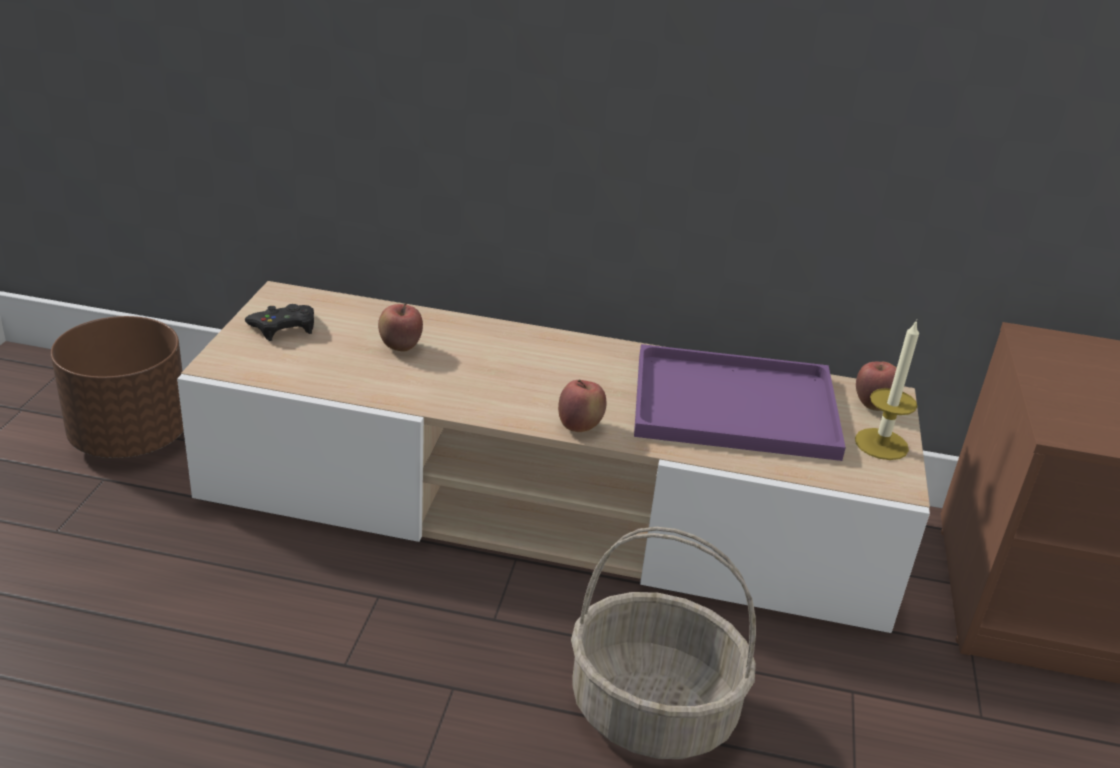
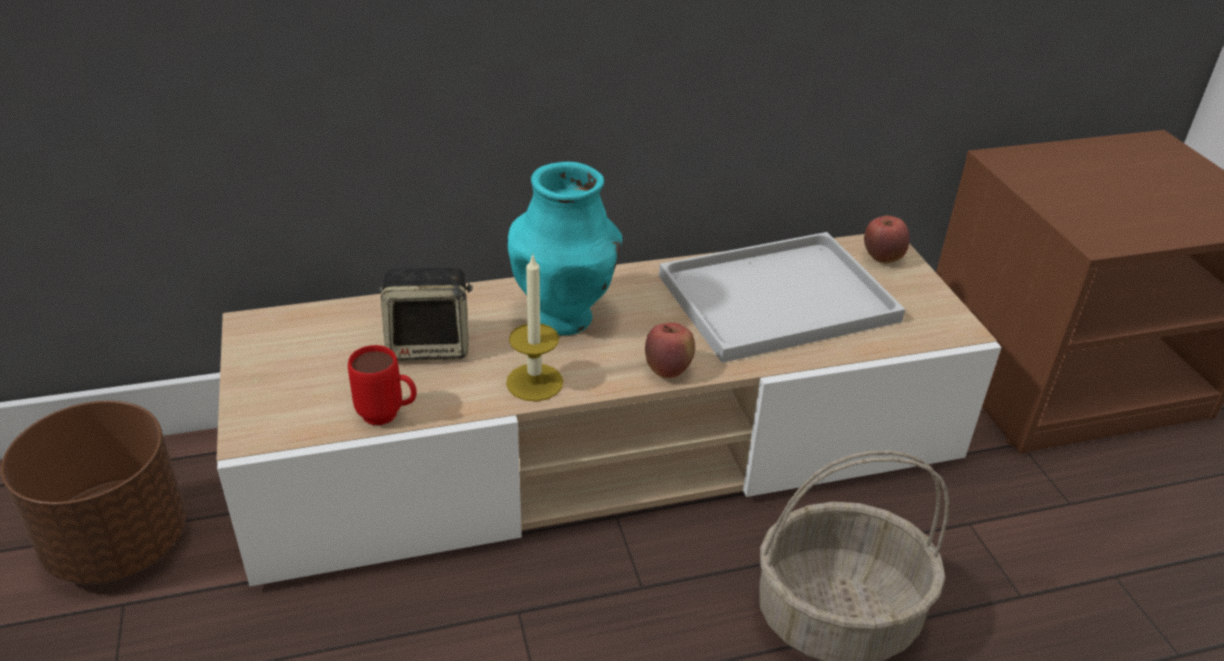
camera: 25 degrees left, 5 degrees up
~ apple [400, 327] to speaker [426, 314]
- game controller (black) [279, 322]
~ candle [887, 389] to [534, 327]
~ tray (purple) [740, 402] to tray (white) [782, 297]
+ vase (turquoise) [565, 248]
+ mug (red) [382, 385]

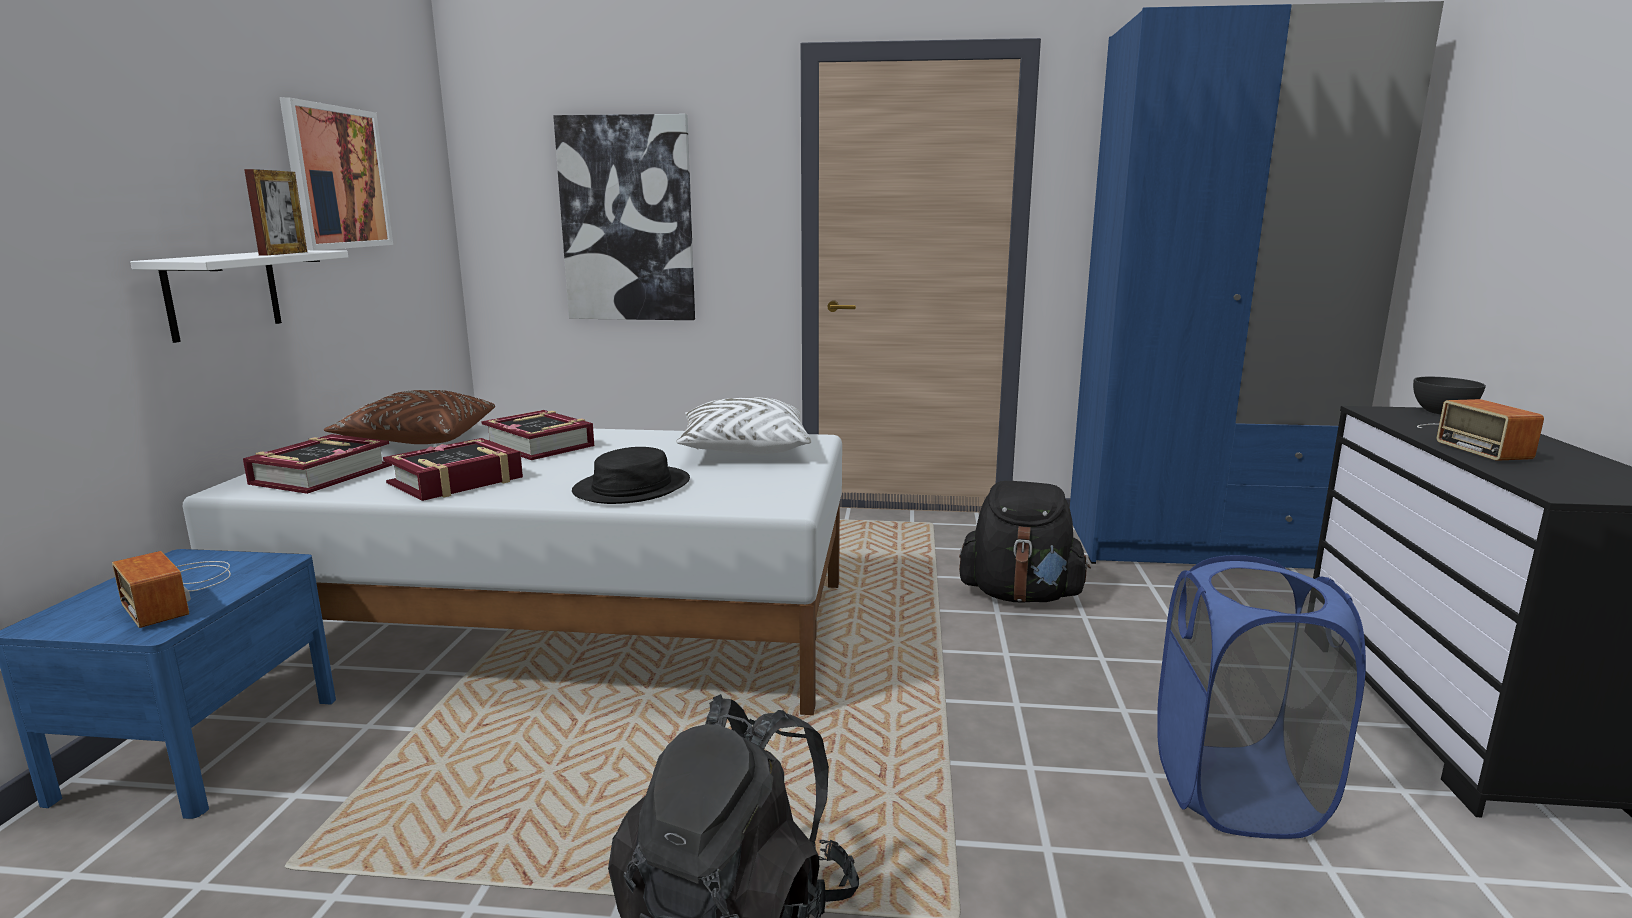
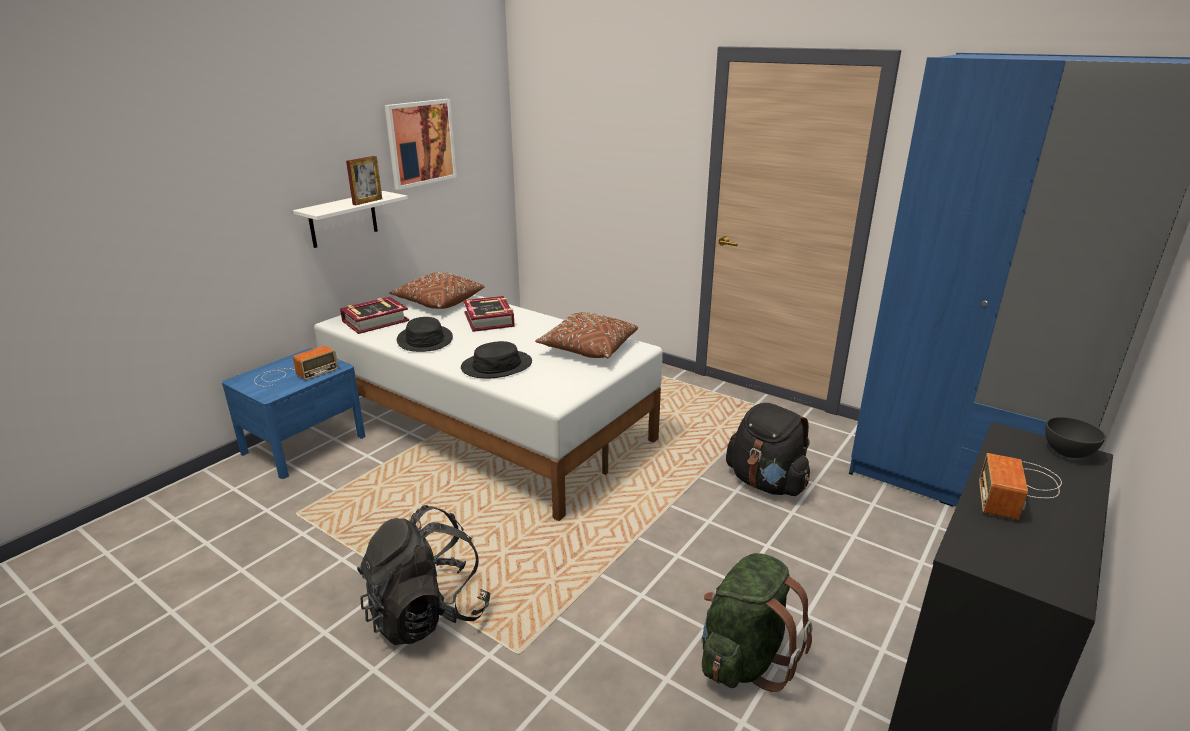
camera: 30 degrees right, 10 degrees up
- picture [624, 217]
~ pillow (white) [743, 425] to pillow (brown) [586, 335]
~ book [453, 469] to hat (black) [425, 334]
~ radio [171, 589] = [296, 366] 120 degrees counterclockwise
~ laundry basket (blue) [1261, 697] to backpack (green) [756, 622]

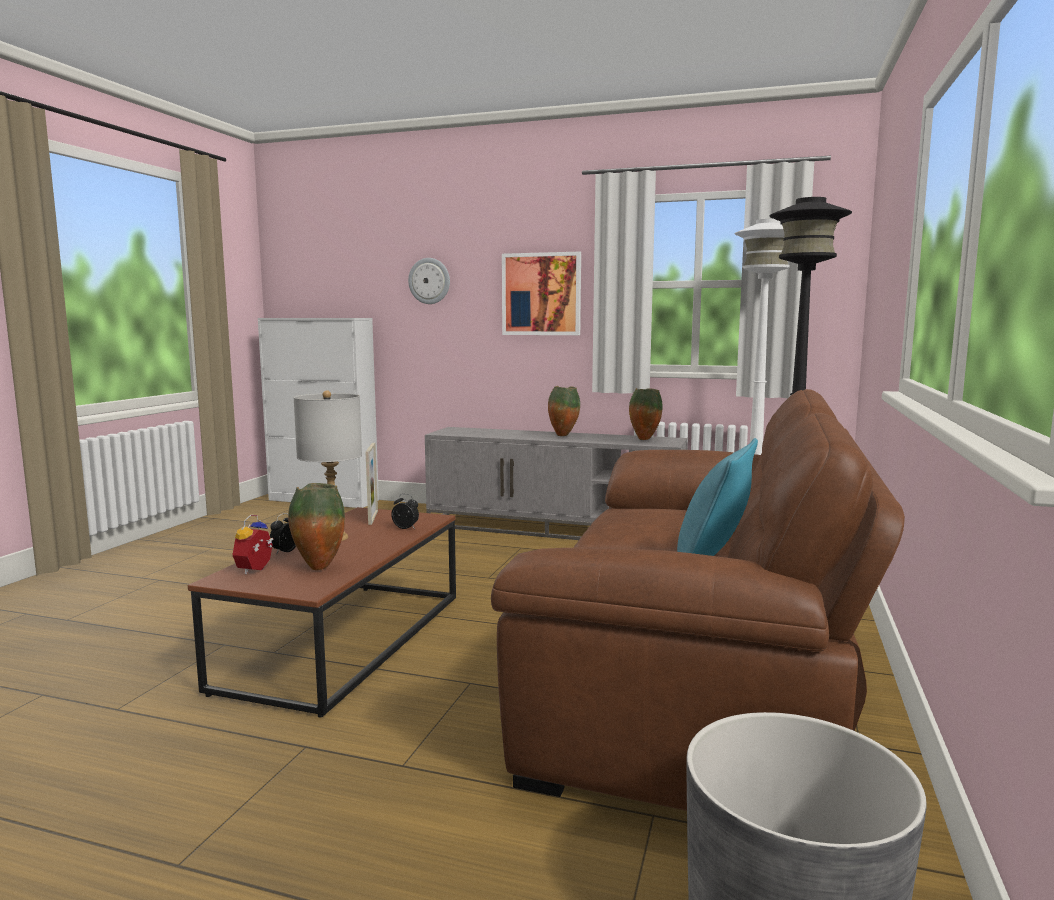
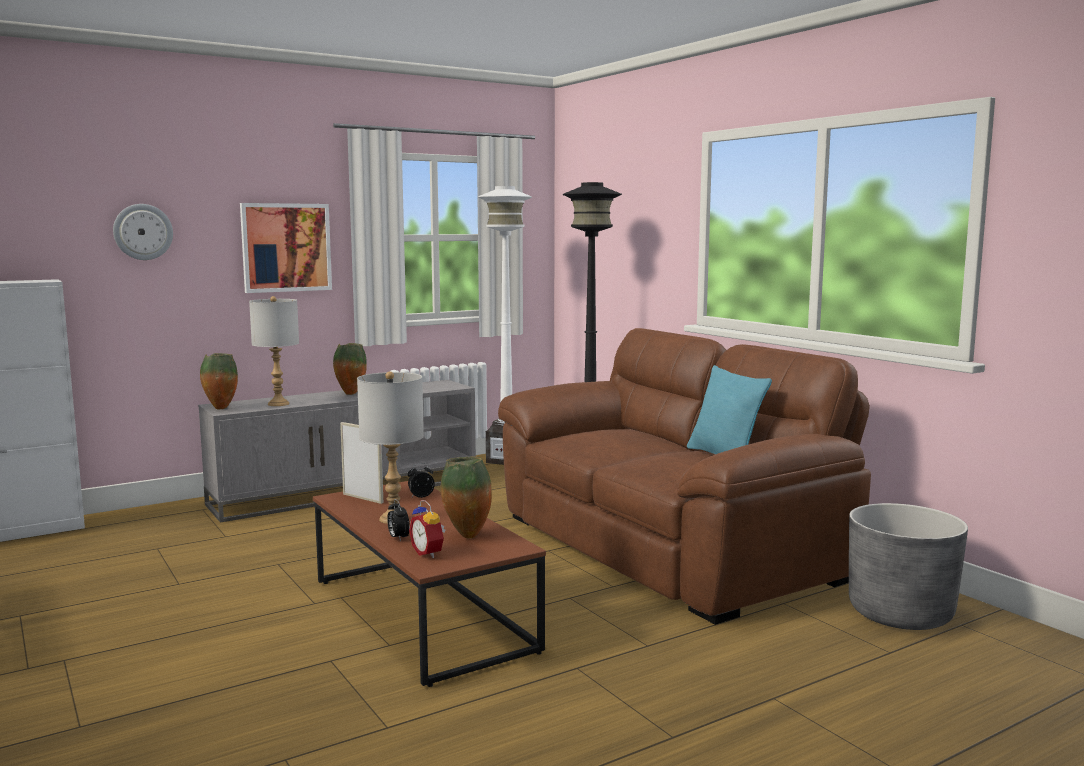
camera: 50 degrees left, 0 degrees up
~ vase [646, 414] to [219, 381]
+ table lamp (grey) [274, 351]

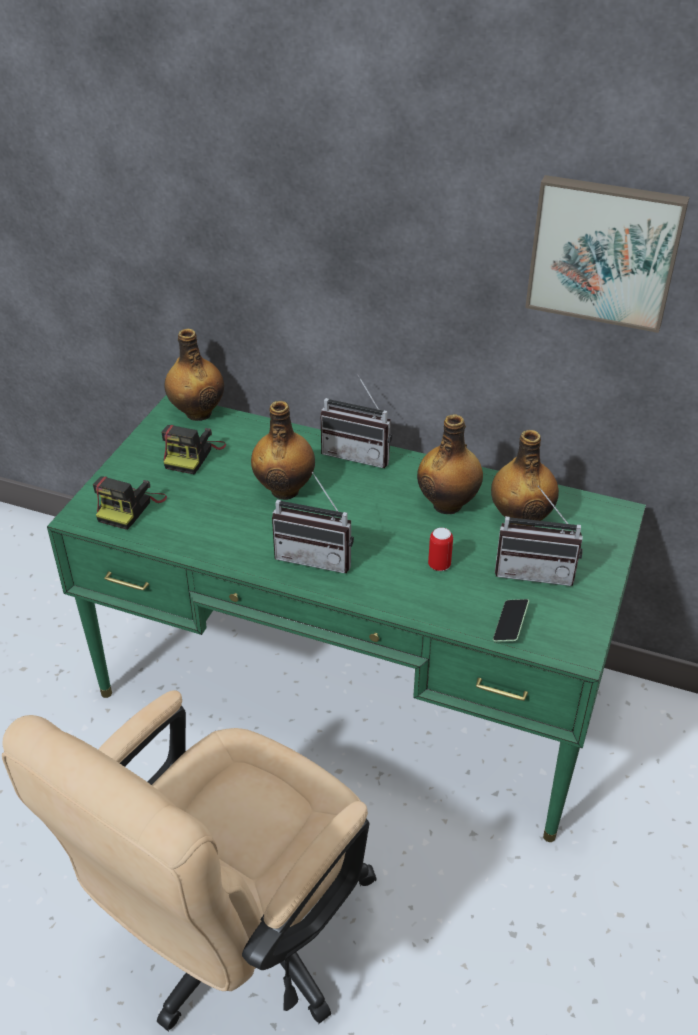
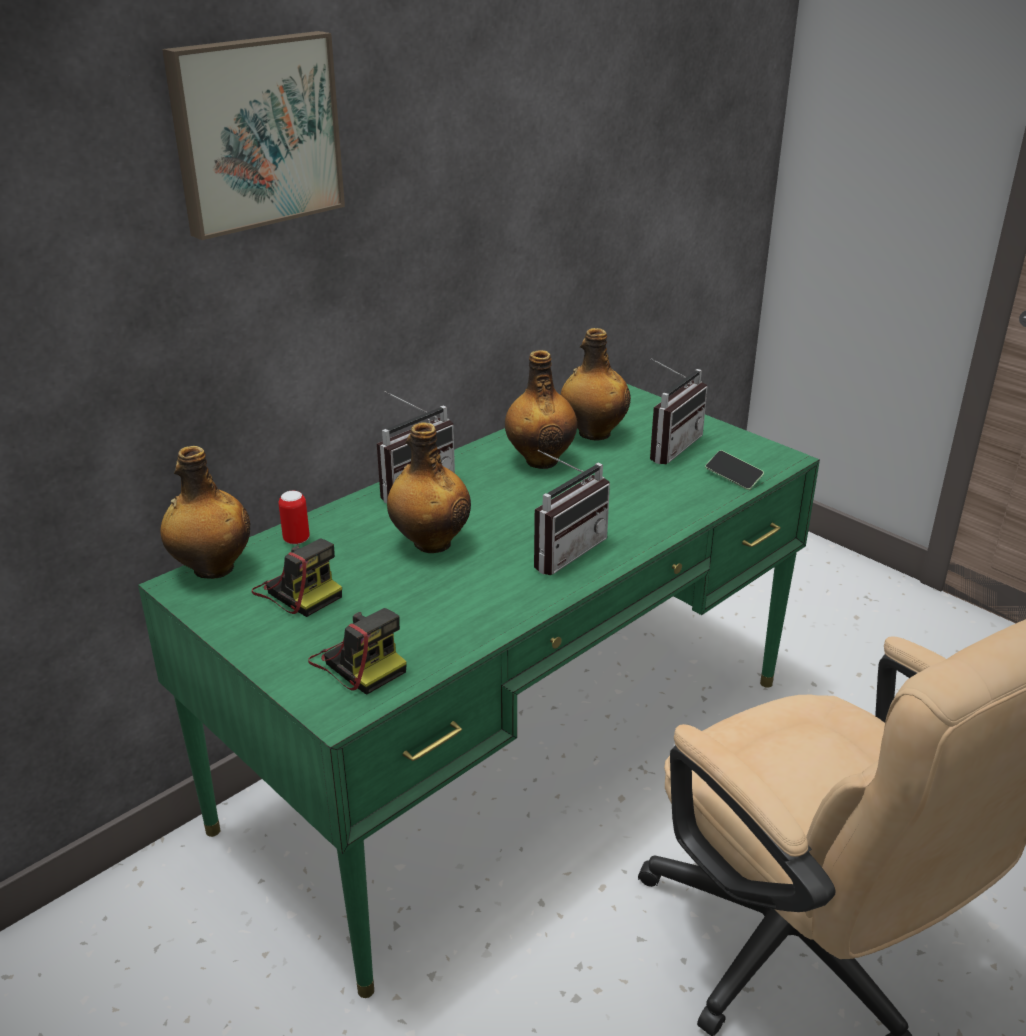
camera: 65 degrees left, 10 degrees down
~ picture [607, 254] to [253, 135]
~ can [440, 549] to [294, 518]

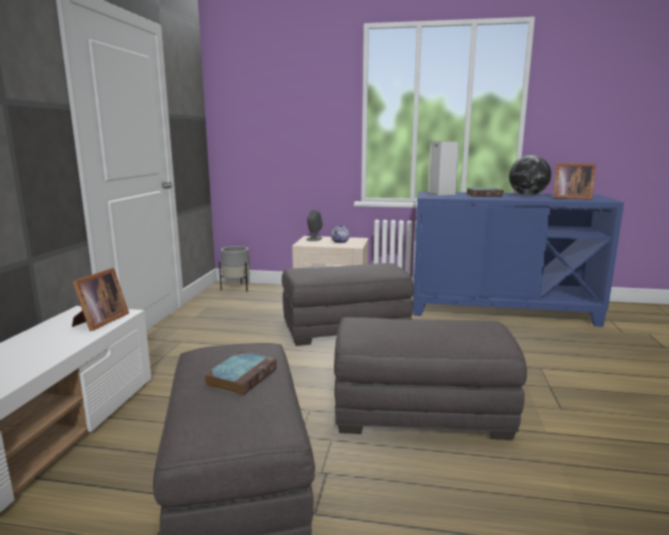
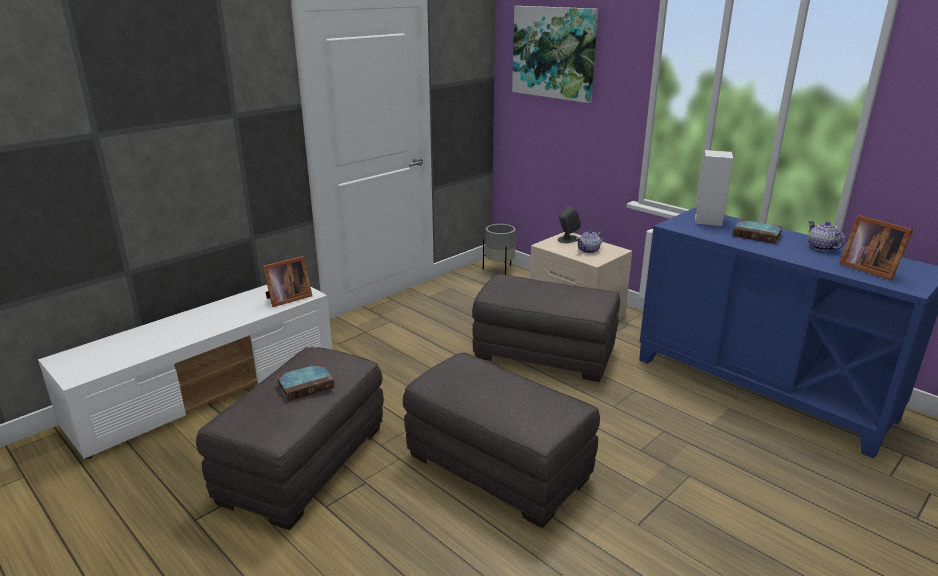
camera: 35 degrees right, 10 degrees up
~ globe [530, 175] to teapot [826, 236]
+ picture [555, 54]

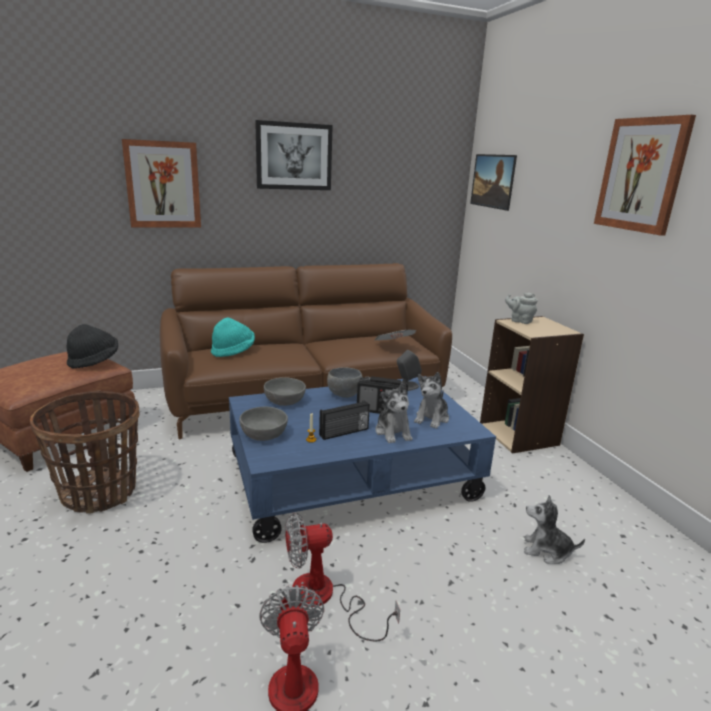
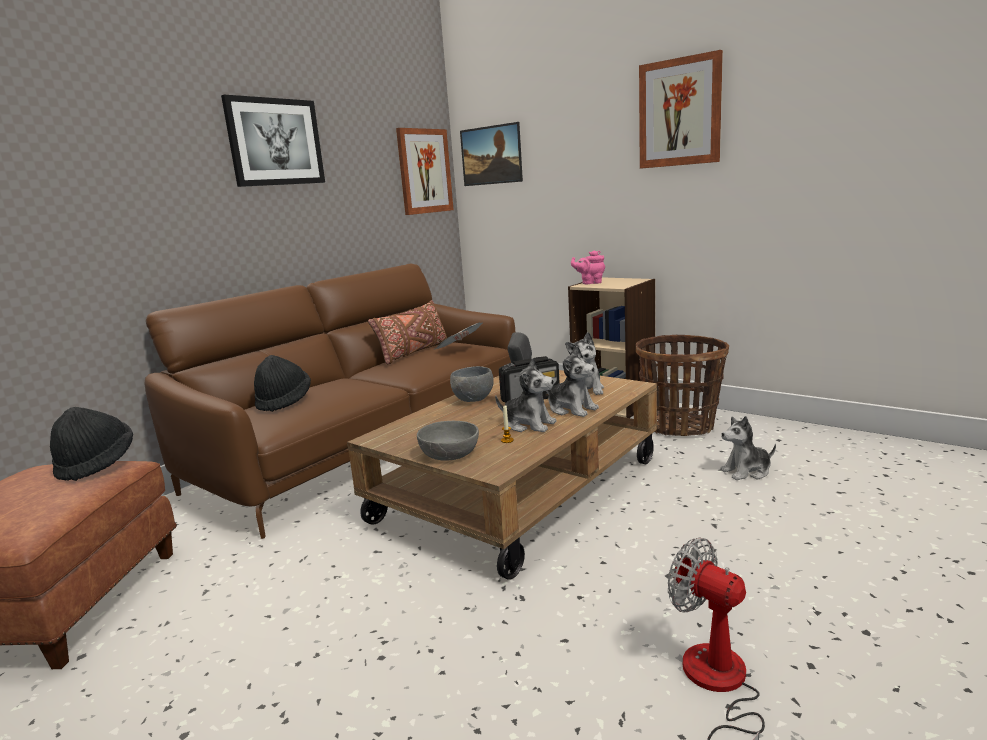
camera: 30 degrees left, 5 degrees down
~ picture [161, 183] to [425, 171]
~ teapot (grey) [521, 308] to teapot (pink) [588, 267]
~ hat (turquoise) [233, 337] to hat (black) [282, 383]
~ coffee table (blue) [362, 459] to coffee table (brown) [502, 475]
- bowl (grey) [285, 391]
~ basket [84, 452] to [682, 385]
~ radio [344, 420] to plush toy [526, 395]
- fan [342, 577]
+ pillow (brown) [407, 332]

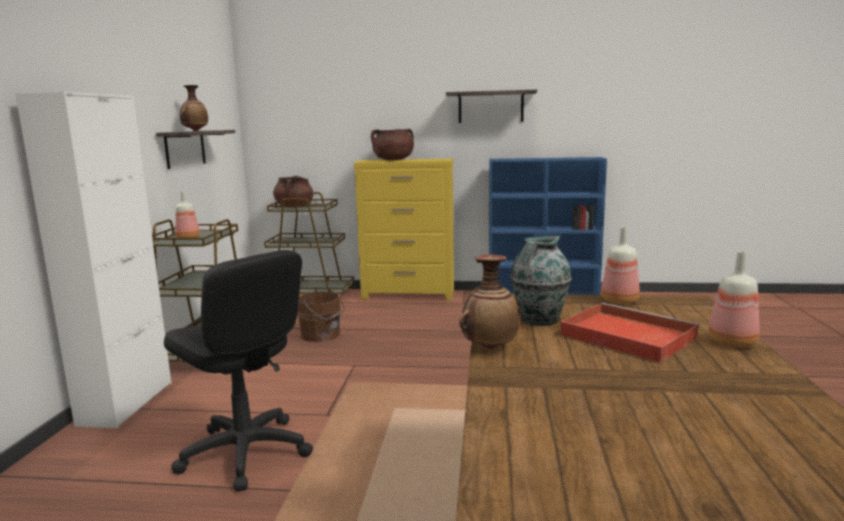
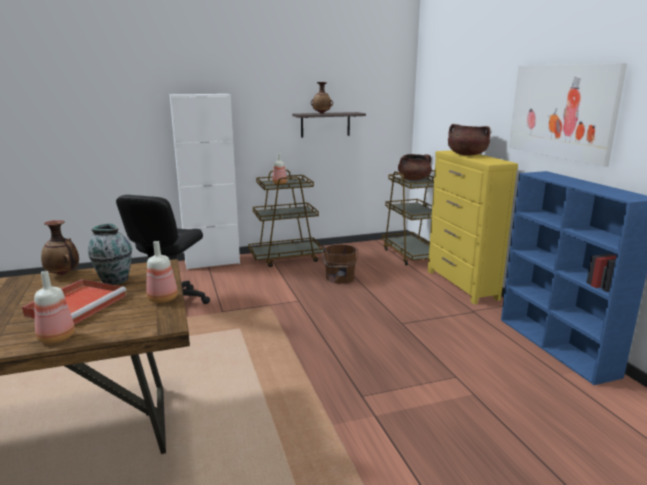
camera: 65 degrees right, 5 degrees up
~ shelf [491, 106] to picture [568, 115]

